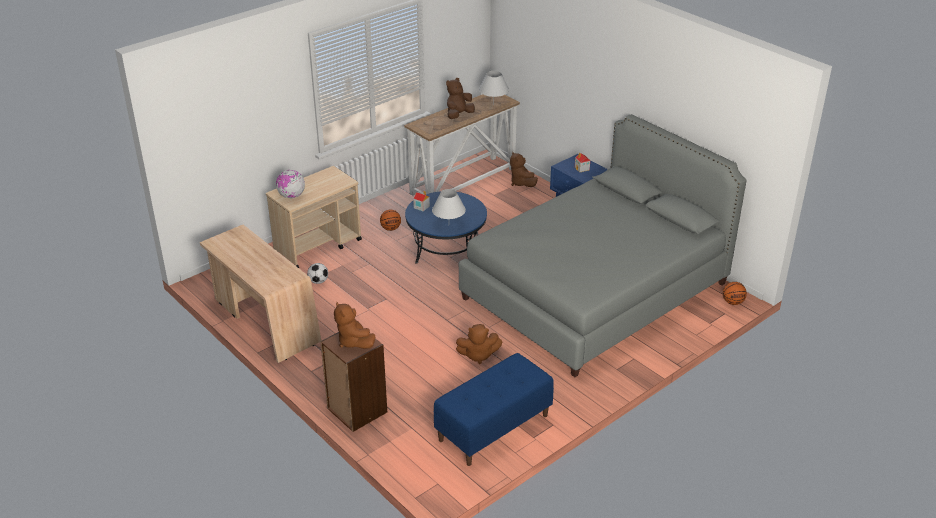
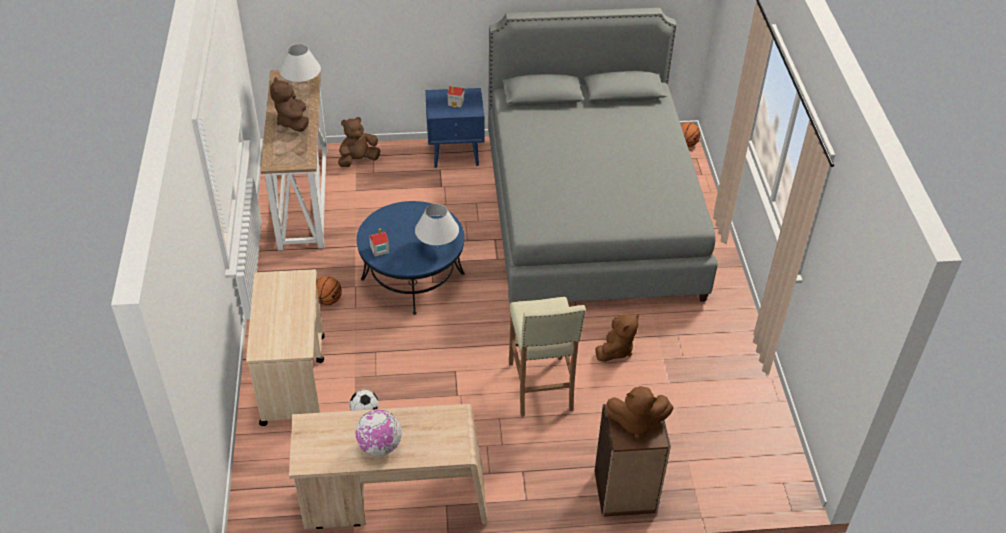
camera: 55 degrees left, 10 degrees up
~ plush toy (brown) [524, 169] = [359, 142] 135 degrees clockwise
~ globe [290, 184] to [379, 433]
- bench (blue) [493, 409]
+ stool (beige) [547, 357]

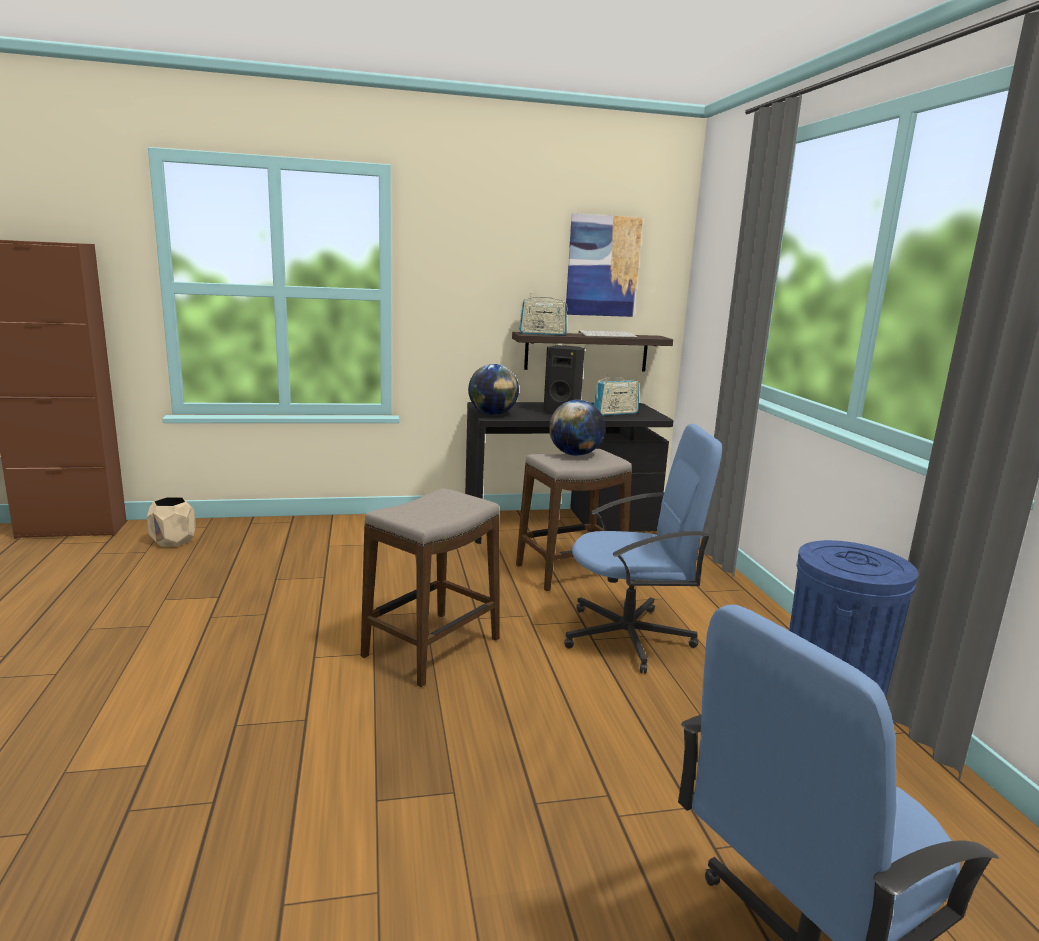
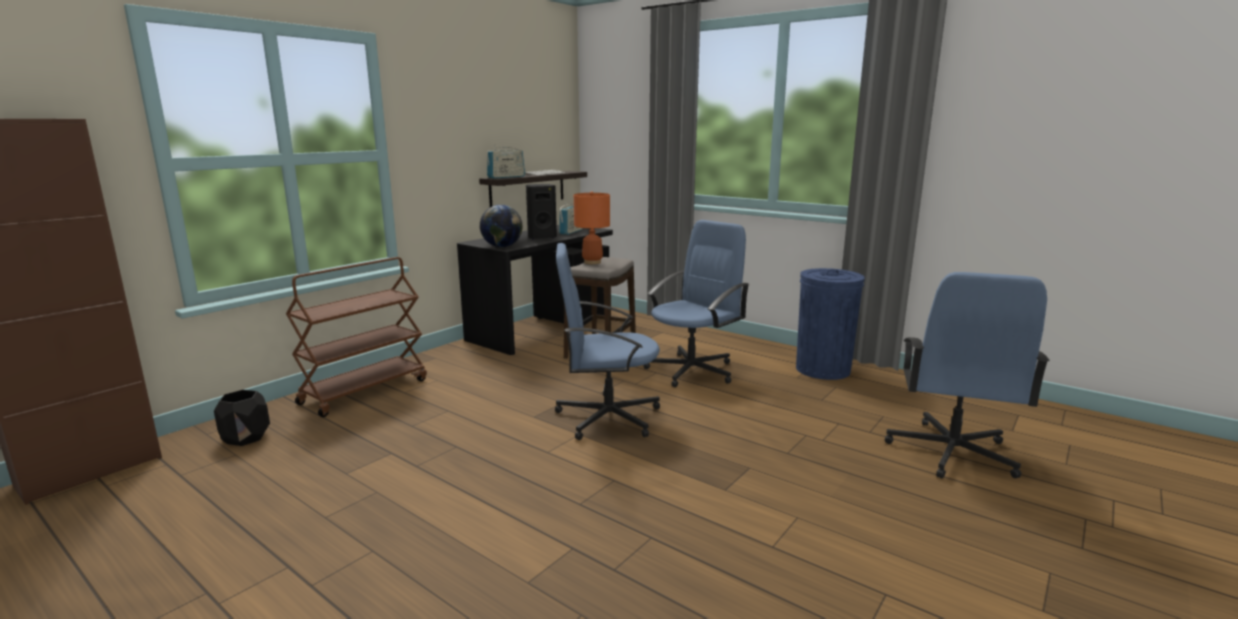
camera: 40 degrees left, 0 degrees up
- picture [604, 265]
~ globe [577, 428] to table lamp (orange) [592, 227]
~ stool [430, 587] to office chair (blue) [607, 341]
~ planter (beige) [171, 522] to planter (black) [242, 418]
+ cart (brown) [356, 337]

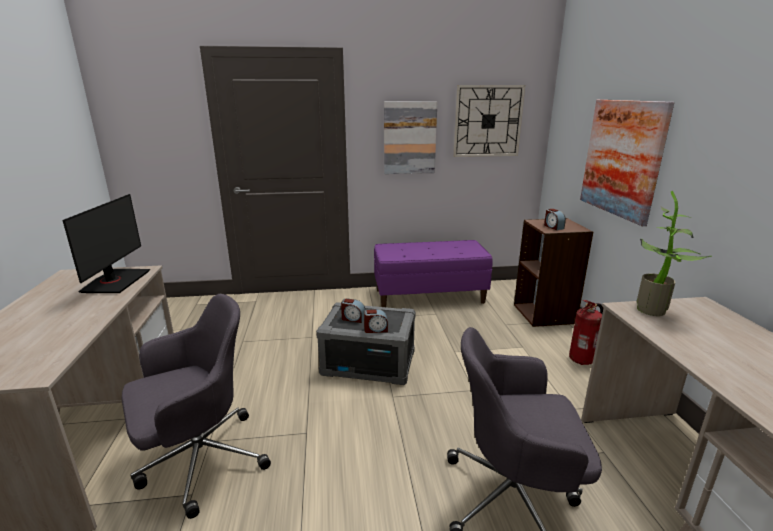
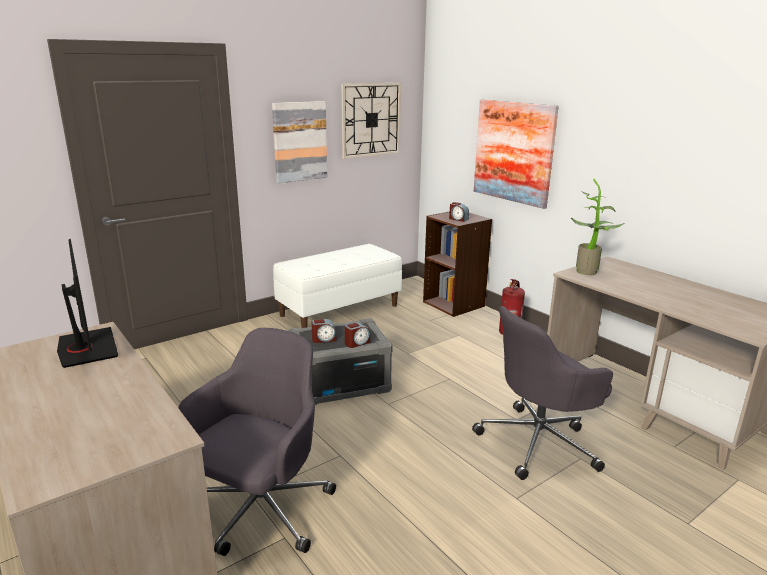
camera: 30 degrees left, 0 degrees up
~ bench (purple) [433, 273] to bench (white) [337, 286]

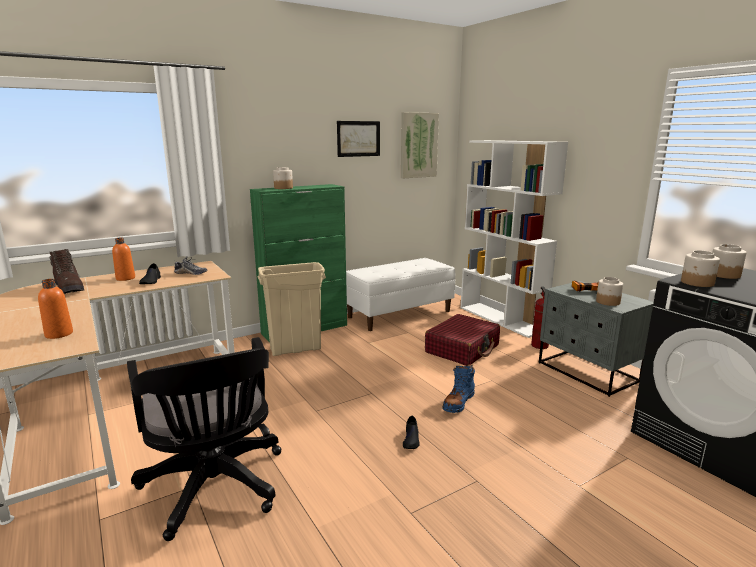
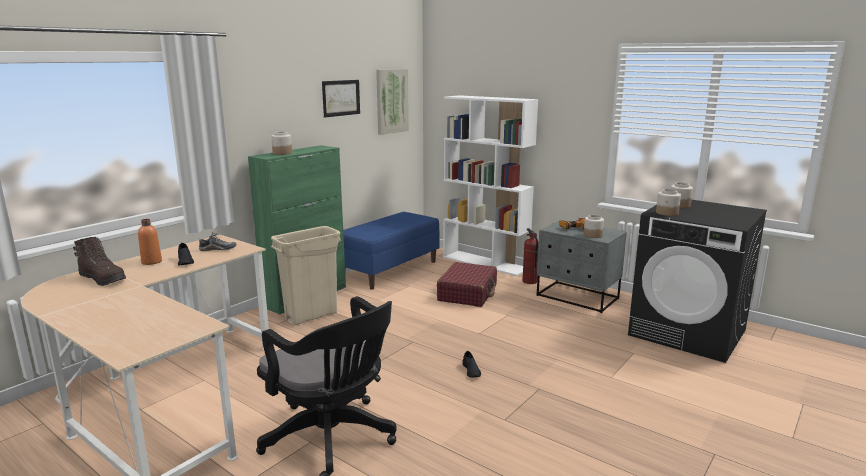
camera: 20 degrees left, 0 degrees up
~ bench (white) [400, 294] to bench (blue) [391, 251]
- bottle (orange) [55, 309]
- boot (blue) [458, 389]

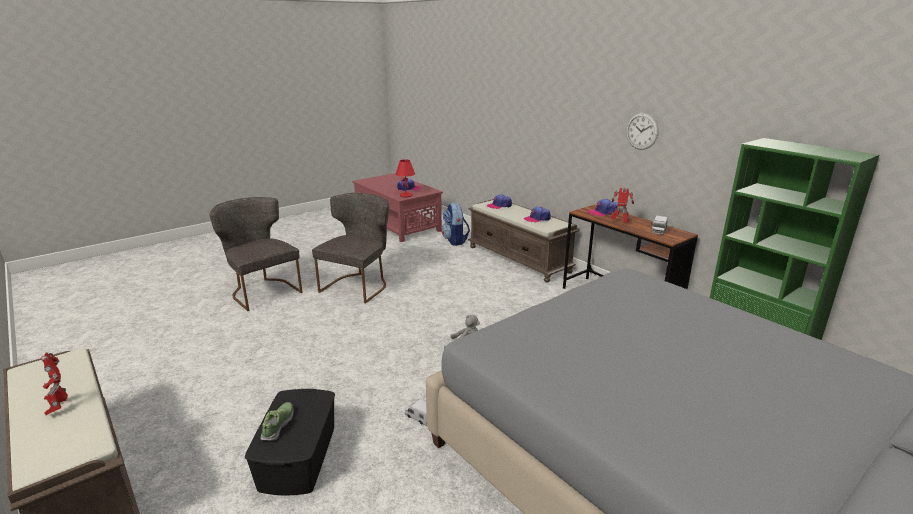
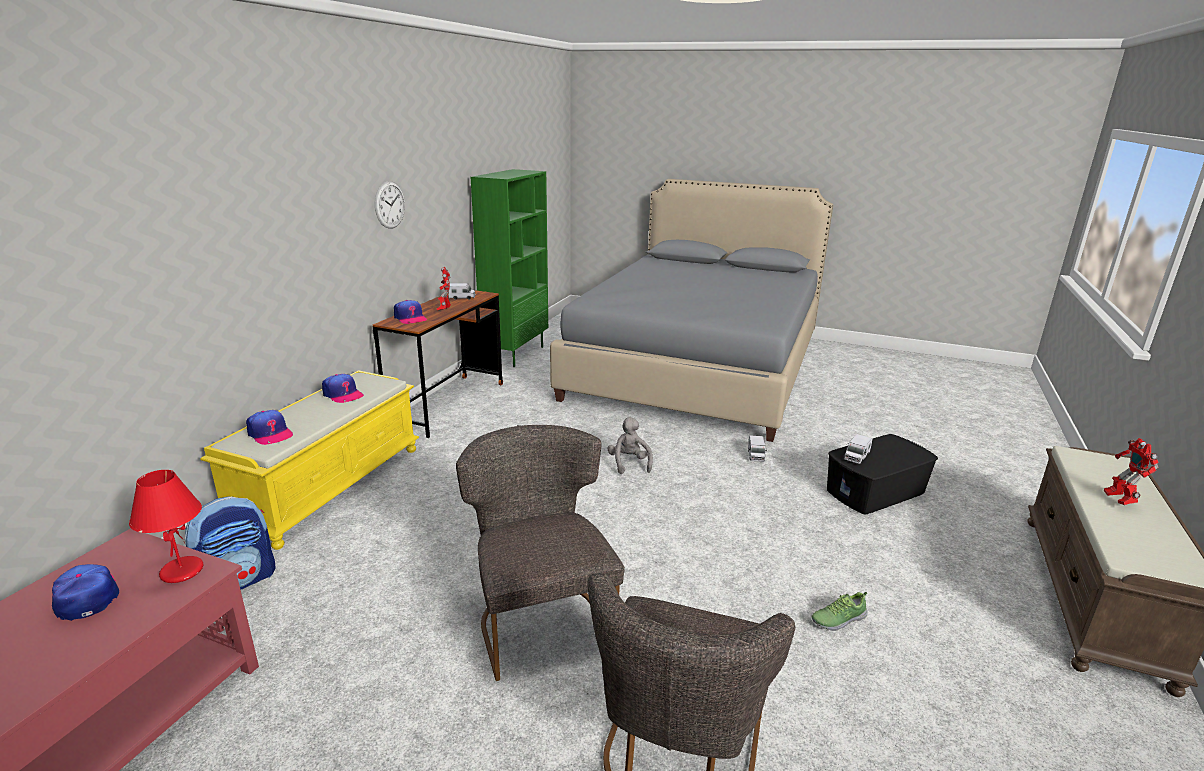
camera: 120 degrees left, 0 degrees up
~ chair (grey) [350, 248] = [540, 553] 75 degrees clockwise
~ bench (brown) [523, 241] to bench (yellow) [309, 460]
~ toy robot [54, 383] = [1131, 471] 150 degrees clockwise
~ shoe [277, 421] to [840, 611]
+ toy truck [858, 449]

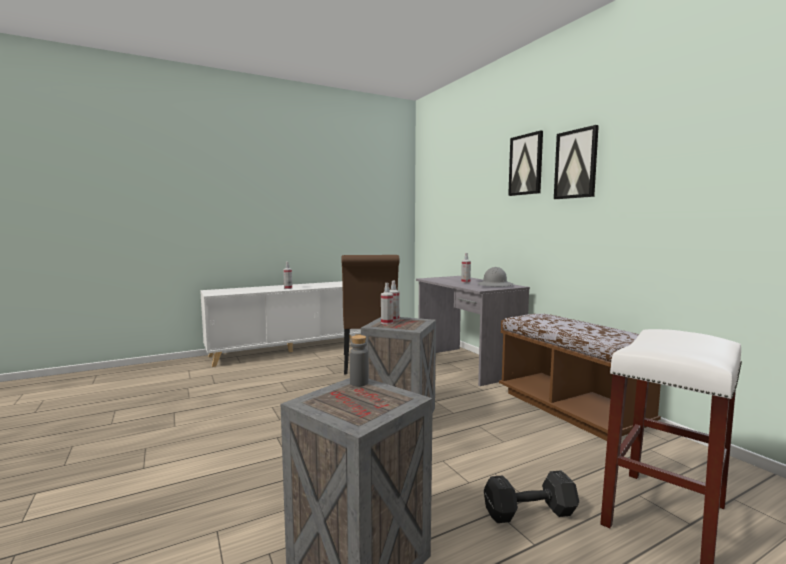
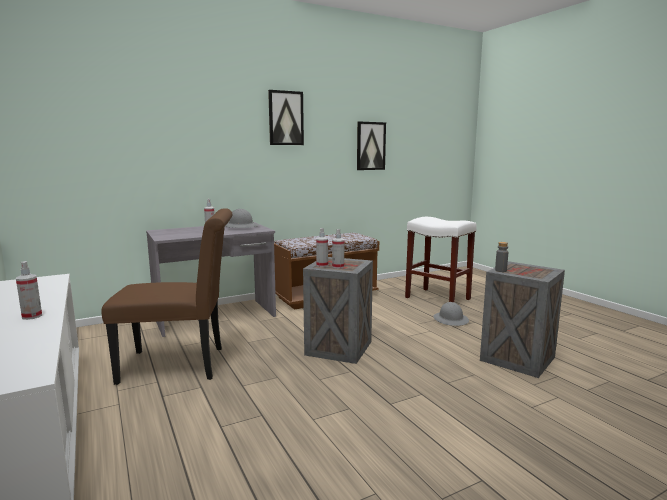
camera: 90 degrees left, 5 degrees up
~ picture [525, 163] to [371, 146]
~ dumbbell (black) [531, 496] to hard hat (grey) [451, 314]

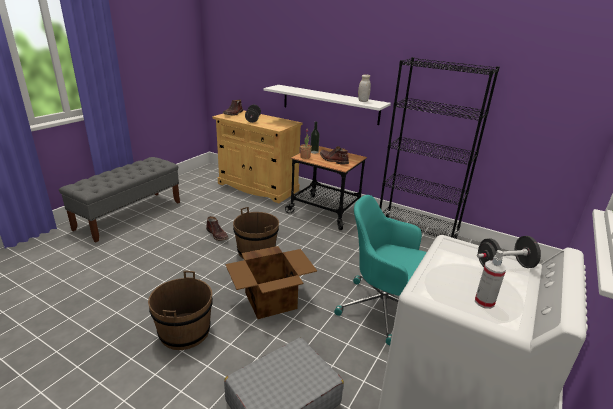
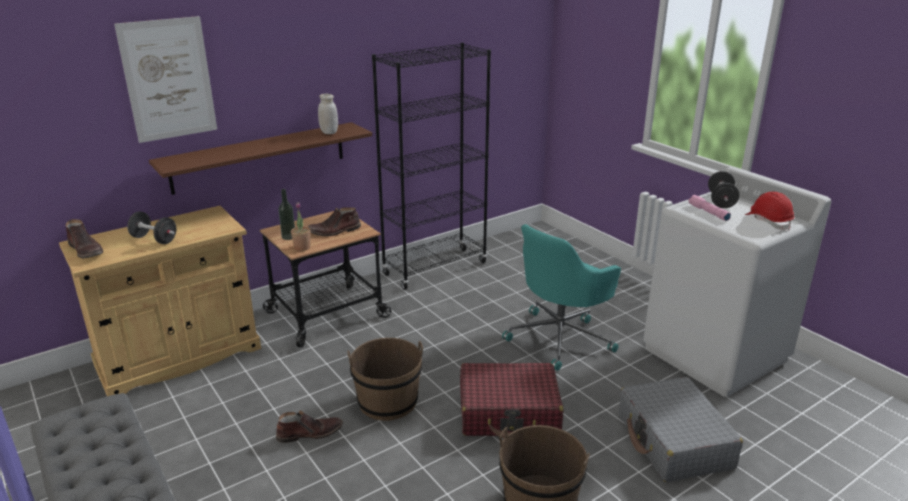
camera: 65 degrees left, 0 degrees up
~ shelf (white) [327, 105] to shelf (brown) [260, 158]
~ cardboard box [271, 282] to suitcase (red) [512, 401]
~ spray bottle [490, 279] to hard hat (red) [769, 211]
+ picture [165, 79]
+ flashlight (pink) [709, 208]

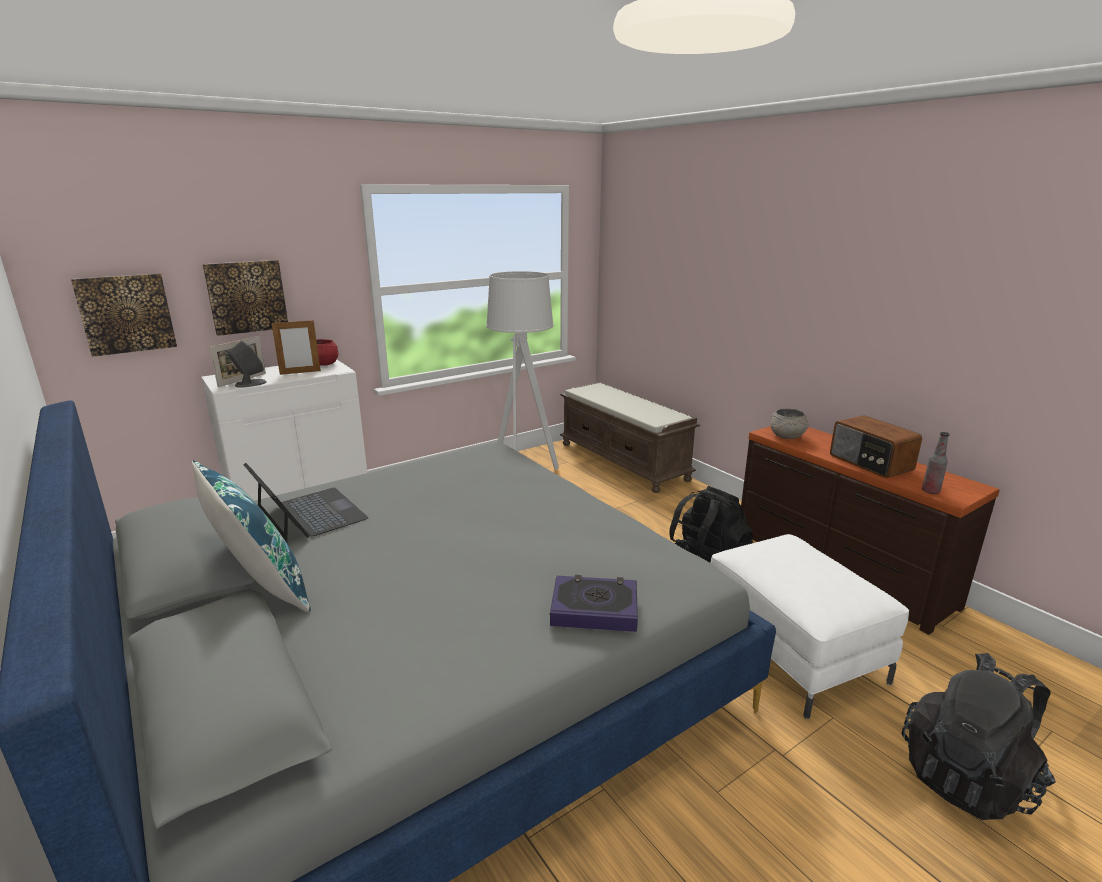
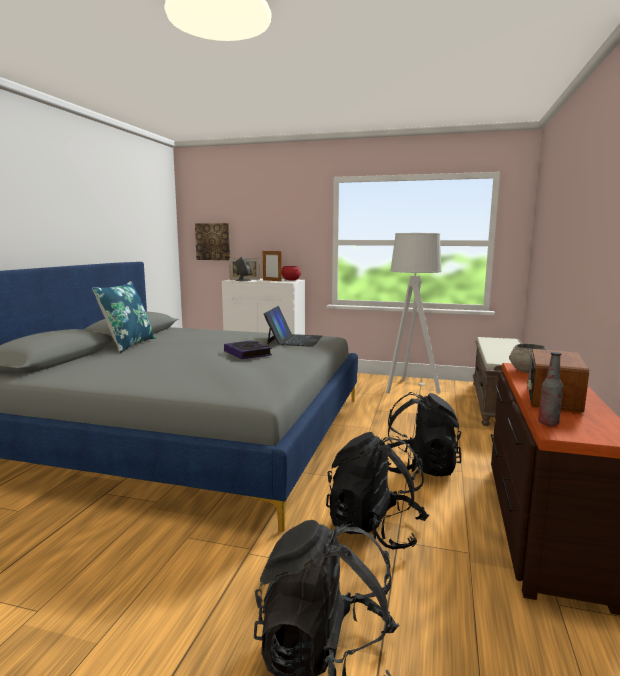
camera: 50 degrees right, 10 degrees down
- picture [245, 298]
~ laptop [306, 503] to [293, 326]
~ ottoman (white) [809, 626] to backpack (black) [377, 491]
~ book [594, 603] to [248, 349]

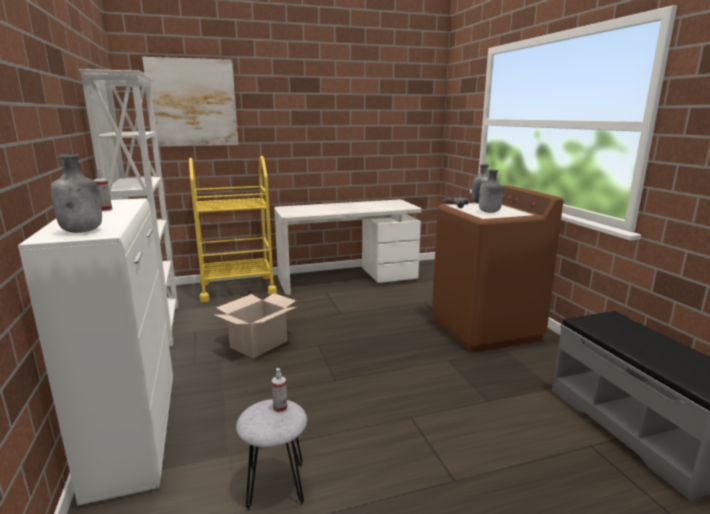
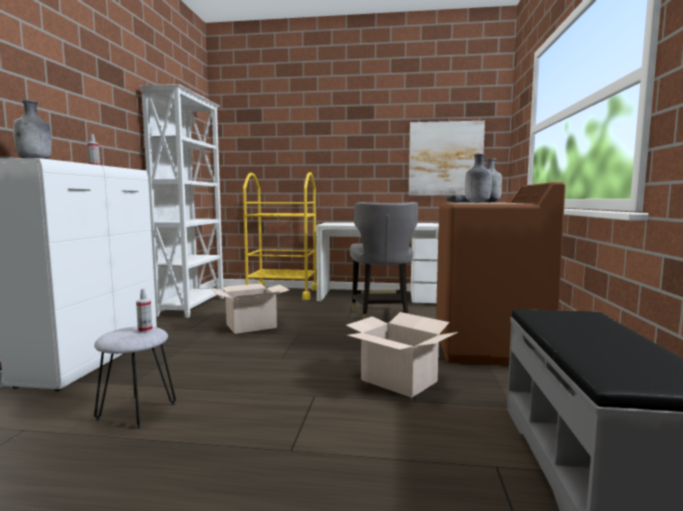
camera: 25 degrees right, 10 degrees down
~ picture [190, 102] to [447, 158]
+ chair (grey) [384, 260]
+ cardboard box [402, 355]

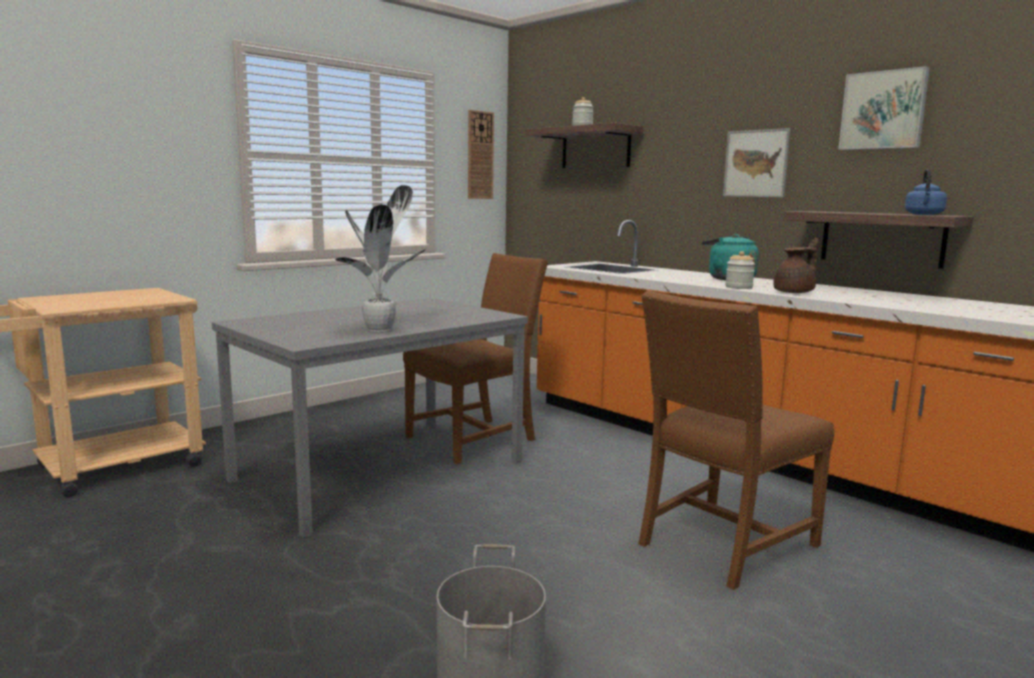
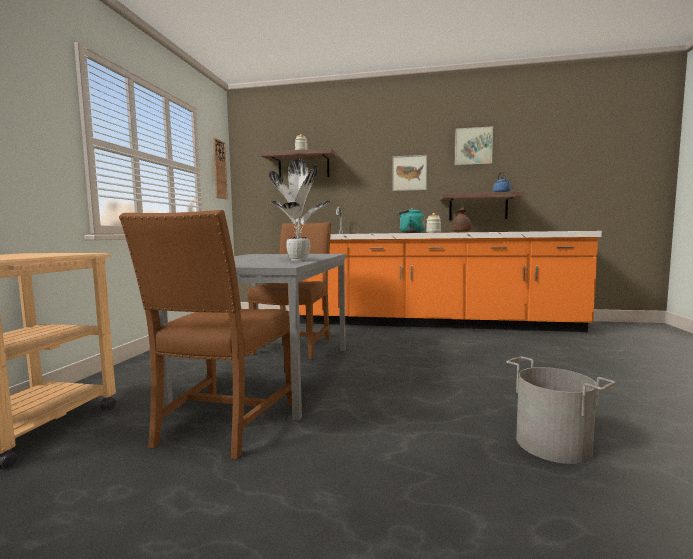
camera: 35 degrees left, 5 degrees down
~ chair (brown) [736, 440] to [205, 334]

